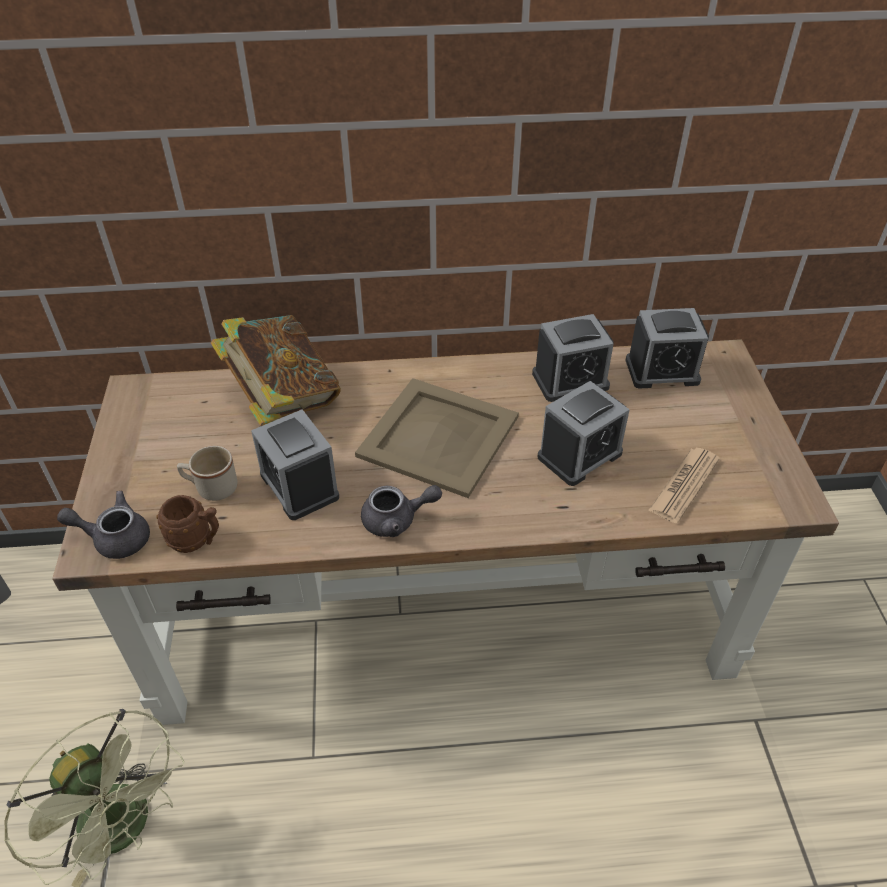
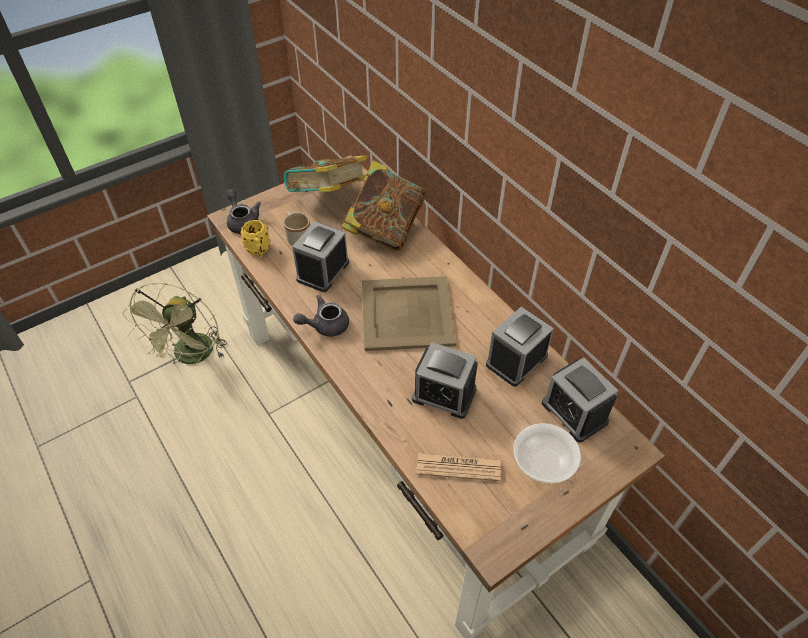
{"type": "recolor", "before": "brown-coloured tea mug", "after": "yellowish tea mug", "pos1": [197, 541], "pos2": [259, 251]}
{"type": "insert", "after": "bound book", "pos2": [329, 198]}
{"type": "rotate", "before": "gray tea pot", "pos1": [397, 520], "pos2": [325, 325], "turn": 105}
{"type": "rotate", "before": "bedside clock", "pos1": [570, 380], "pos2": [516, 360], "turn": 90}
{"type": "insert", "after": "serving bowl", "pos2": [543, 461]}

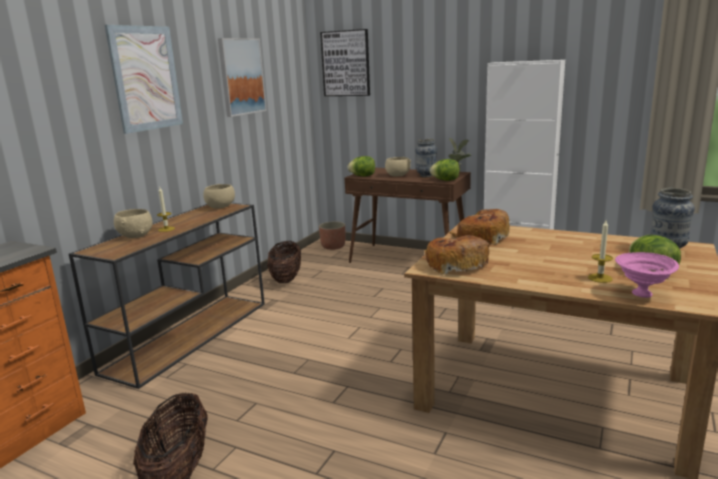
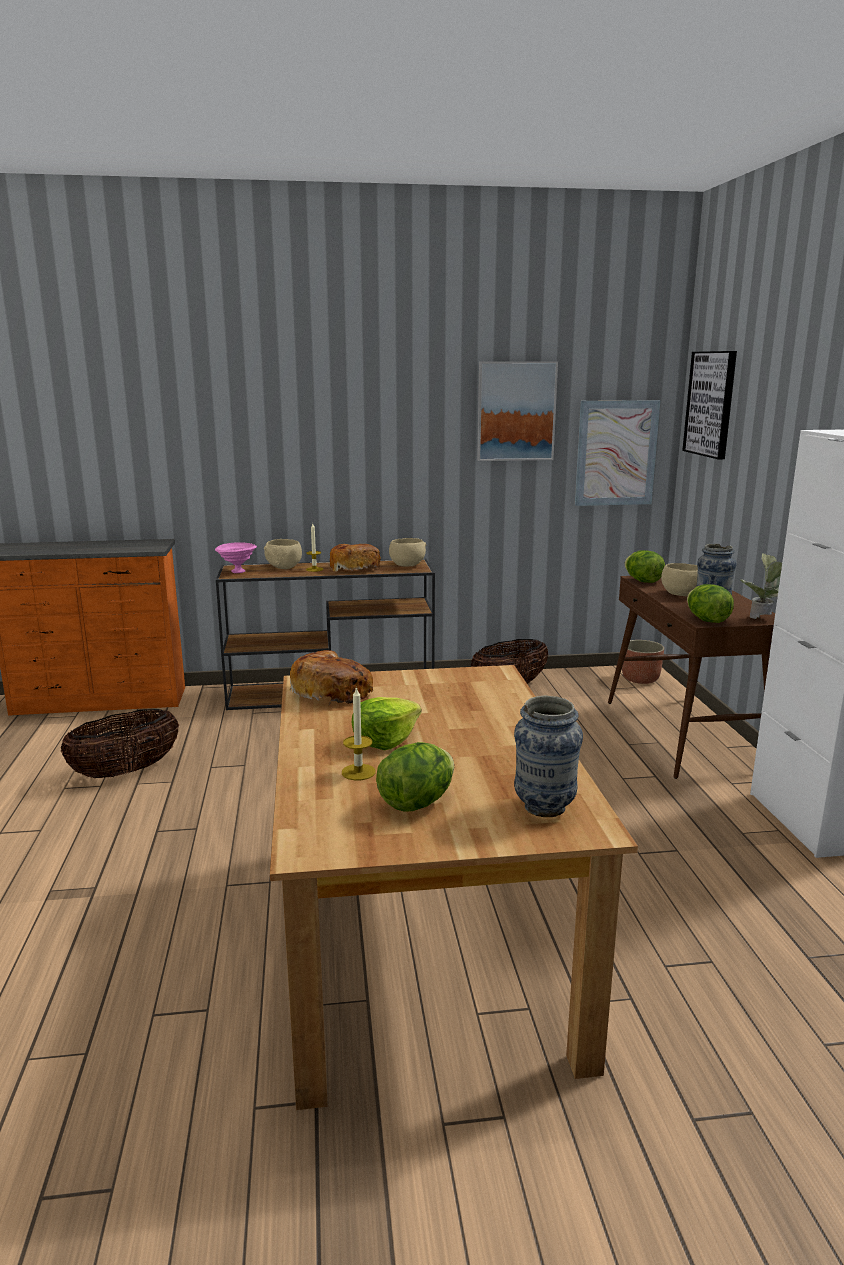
{"type": "move", "before": "pink serving bowl", "pos1": [643, 294], "pos2": [237, 572]}
{"type": "move", "before": "baked bread", "pos1": [481, 237], "pos2": [354, 567]}
{"type": "insert", "after": "lettuce", "pos2": [385, 740]}
{"type": "move", "before": "wall picture", "pos1": [145, 78], "pos2": [616, 453]}

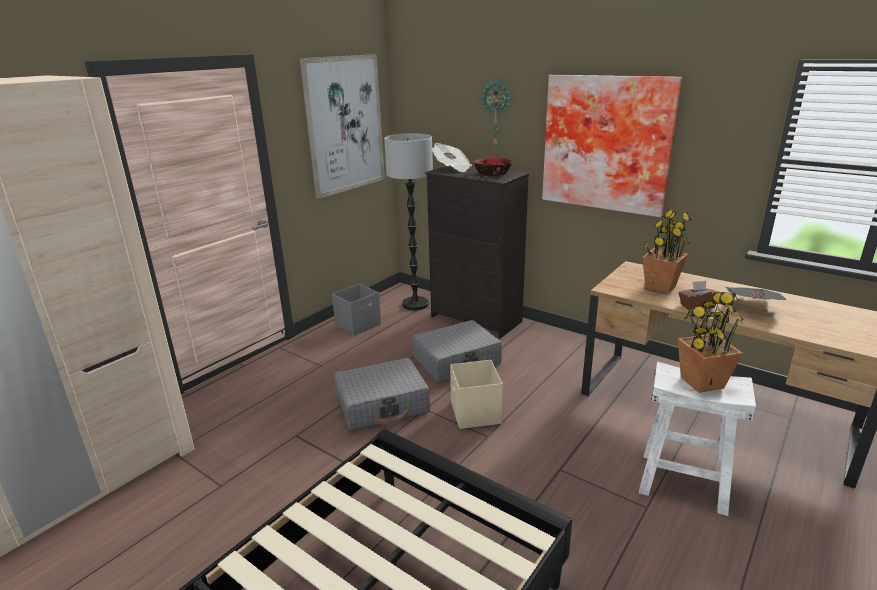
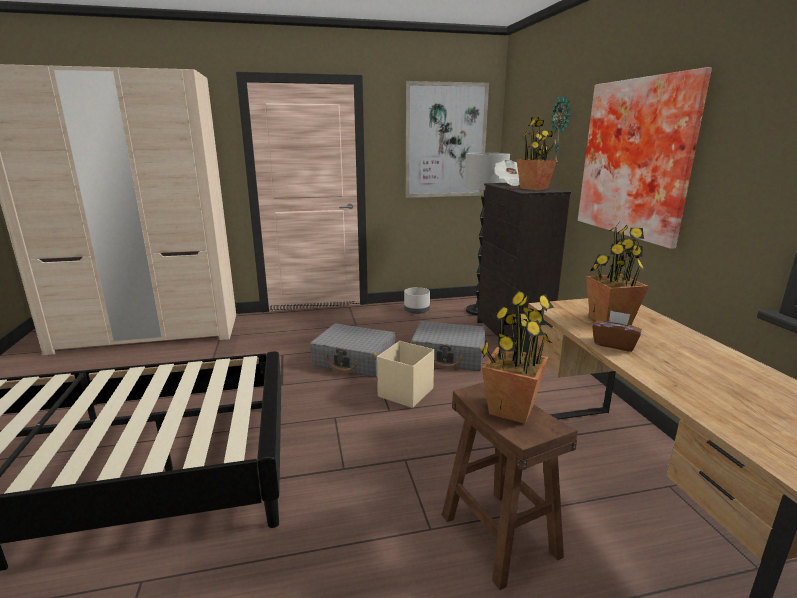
{"type": "replace", "before": "gray storage bin", "after": "gray plant pot", "pos1": [359, 325], "pos2": [417, 310]}
{"type": "recolor", "before": "white sitting stool", "after": "brown-coloured sitting stool", "pos1": [682, 483], "pos2": [498, 535]}
{"type": "replace", "before": "serving bowl", "after": "houseplant", "pos1": [492, 174], "pos2": [534, 188]}
{"type": "delete", "before": "printed paper", "pos1": [752, 307]}

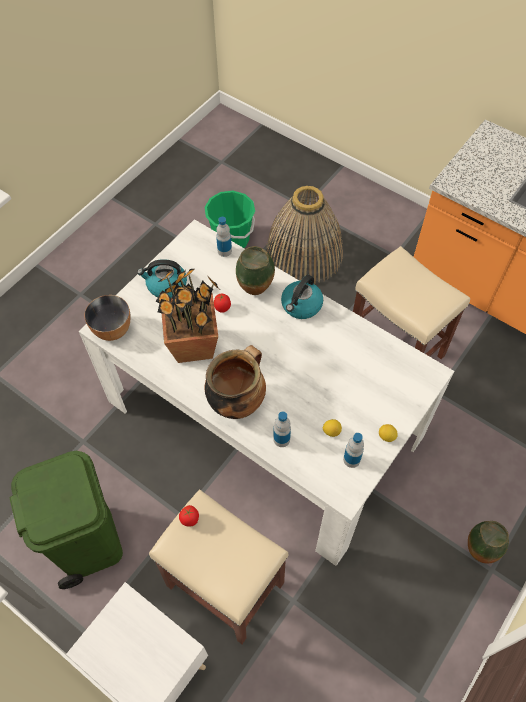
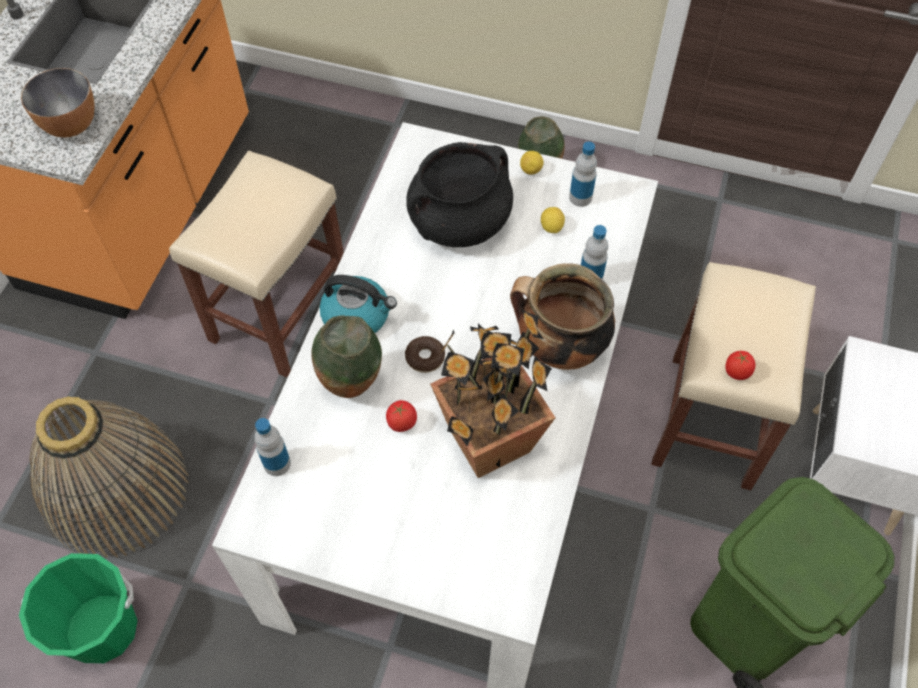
{"type": "move", "before": "serving bowl", "pos1": [112, 330], "pos2": [71, 125]}
{"type": "insert", "after": "donut", "pos2": [425, 358]}
{"type": "insert", "after": "black-coloured stockpot", "pos2": [459, 222]}
{"type": "delete", "before": "kettle", "pos1": [166, 285]}

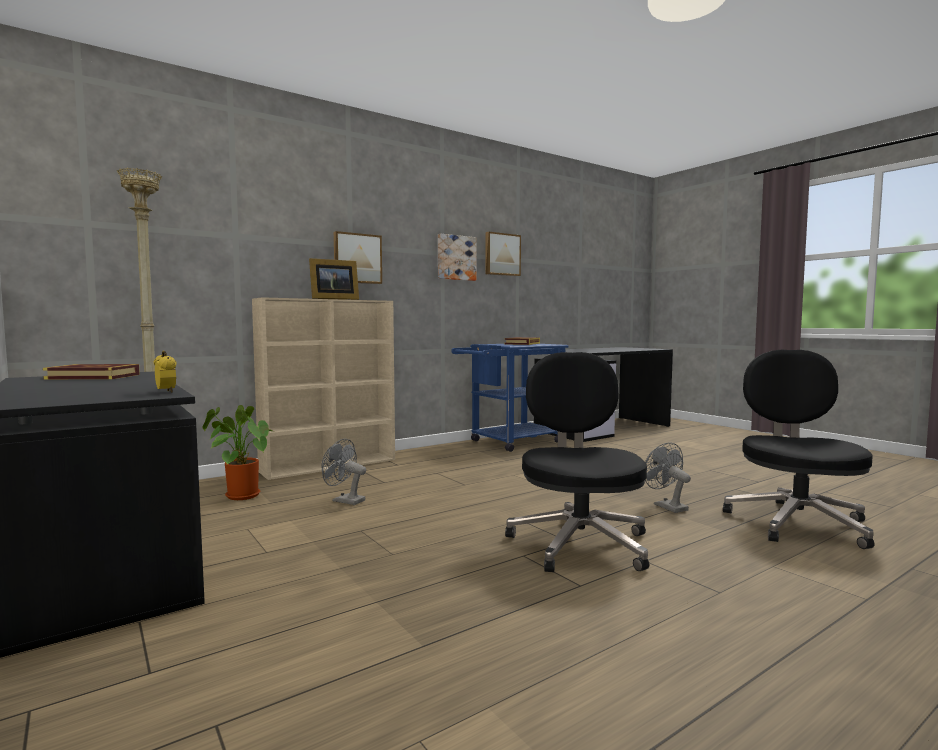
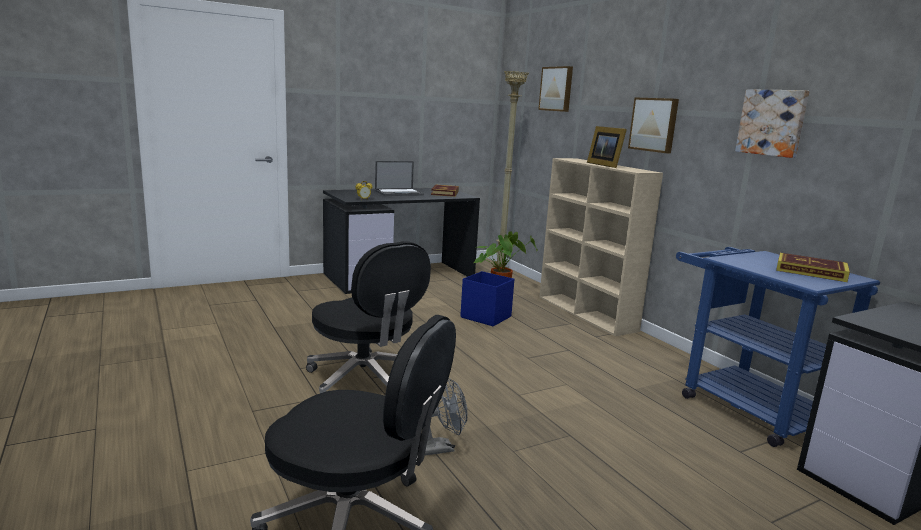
{"type": "rotate", "before": "black-coloured office chair", "pos1": [579, 543], "pos2": [366, 381], "turn": 45}
{"type": "insert", "after": "laptop", "pos2": [399, 193]}
{"type": "replace", "before": "gray cooling fan", "after": "blue storage bin", "pos1": [344, 500], "pos2": [485, 317]}
{"type": "move", "before": "wall picture", "pos1": [501, 254], "pos2": [557, 89]}

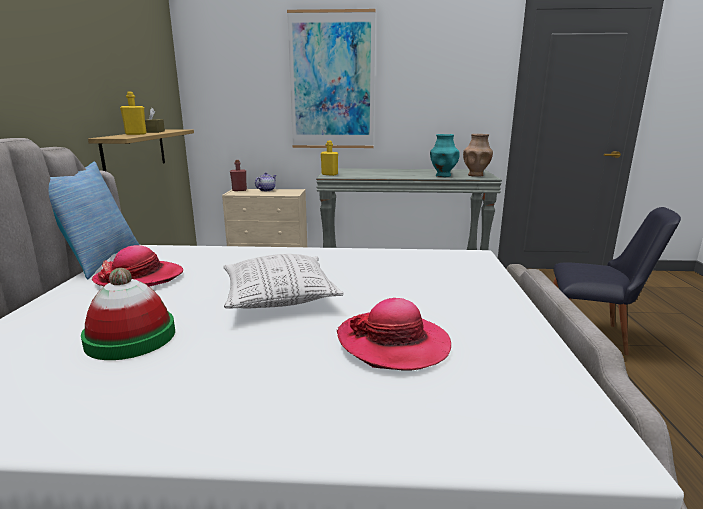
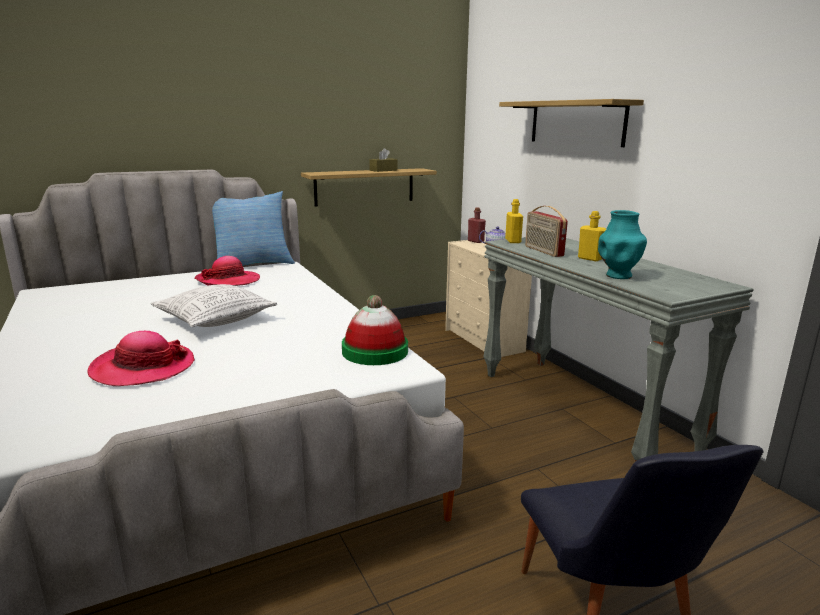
{"type": "move", "before": "wearable hat", "pos1": [131, 337], "pos2": [375, 351]}
{"type": "replace", "before": "wall picture", "after": "shelf", "pos1": [332, 81], "pos2": [576, 122]}
{"type": "insert", "after": "radio receiver", "pos2": [543, 251]}
{"type": "move", "before": "yellowish beverage bottle", "pos1": [136, 134], "pos2": [590, 259]}
{"type": "delete", "before": "brown-coloured decorative vase", "pos1": [476, 175]}

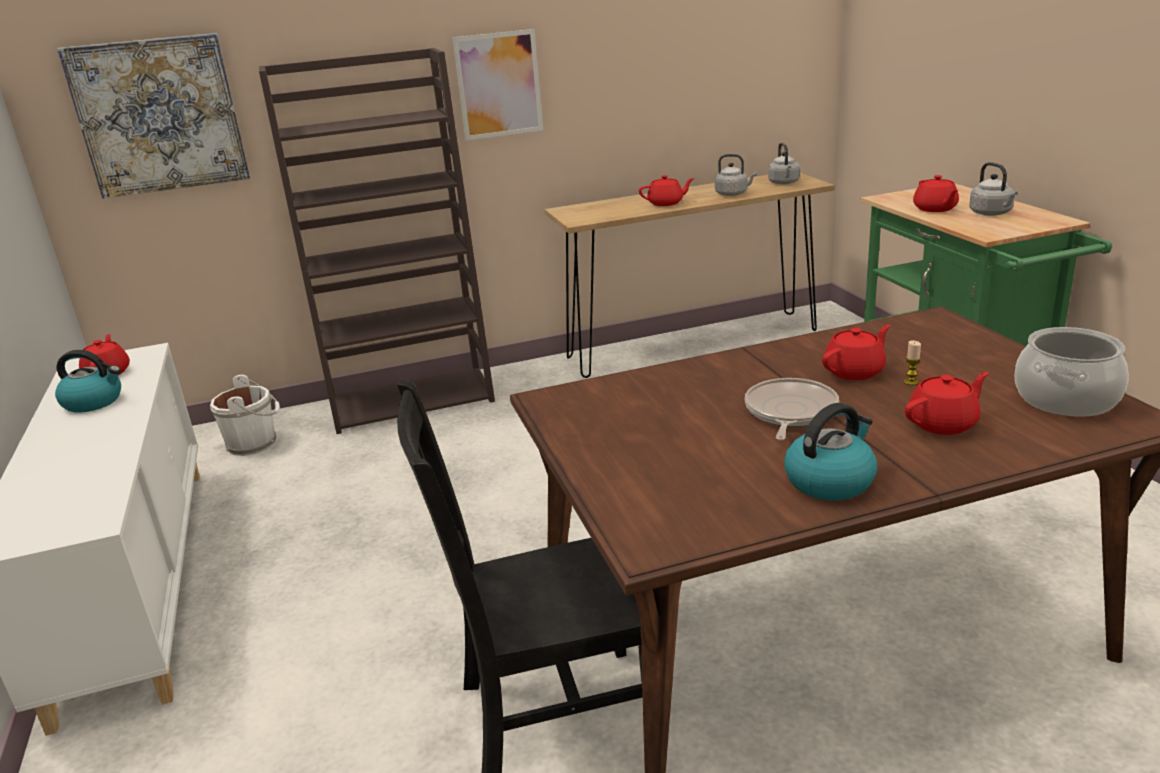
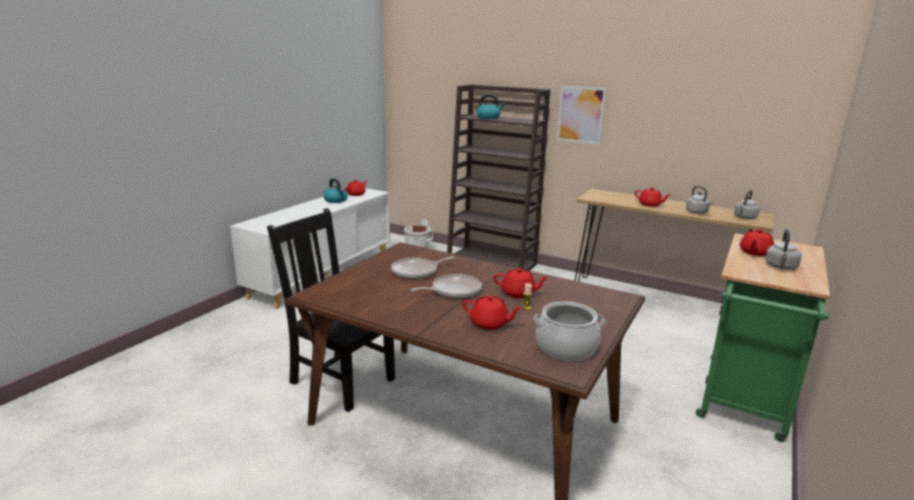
{"type": "insert", "after": "frying pan", "pos2": [417, 272]}
{"type": "move", "before": "kettle", "pos1": [830, 481], "pos2": [489, 117]}
{"type": "delete", "before": "wall picture", "pos1": [159, 115]}

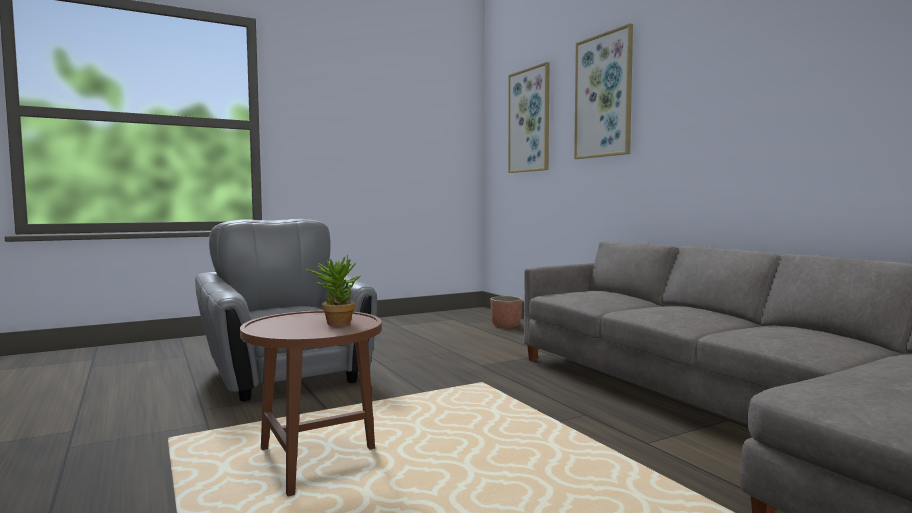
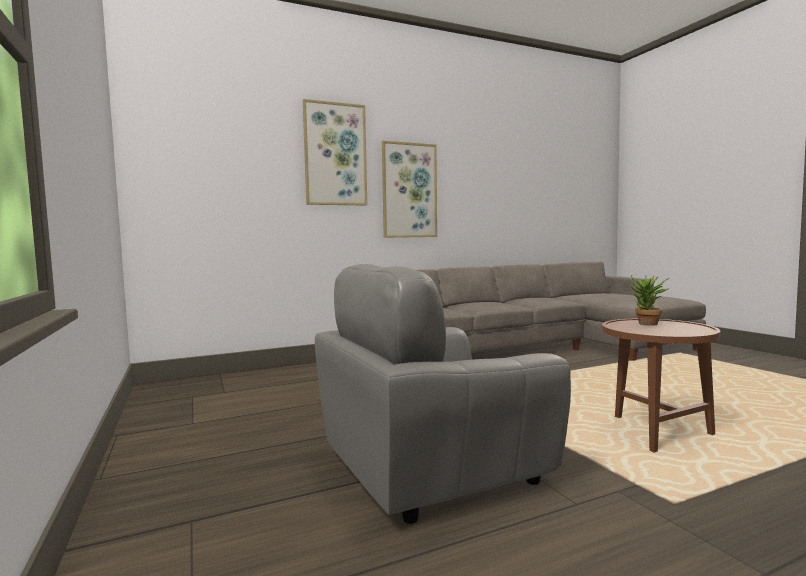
{"type": "move", "before": "wall picture", "pos1": [529, 120], "pos2": [409, 190]}
{"type": "delete", "before": "plant pot", "pos1": [506, 325]}

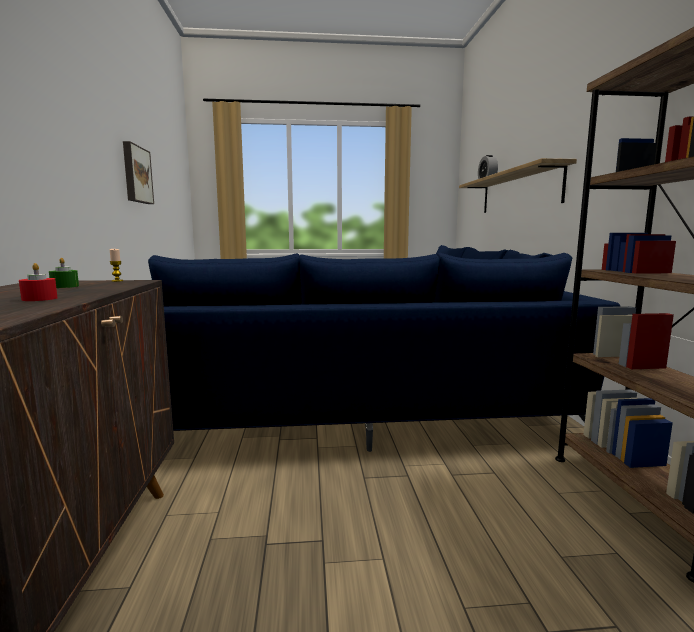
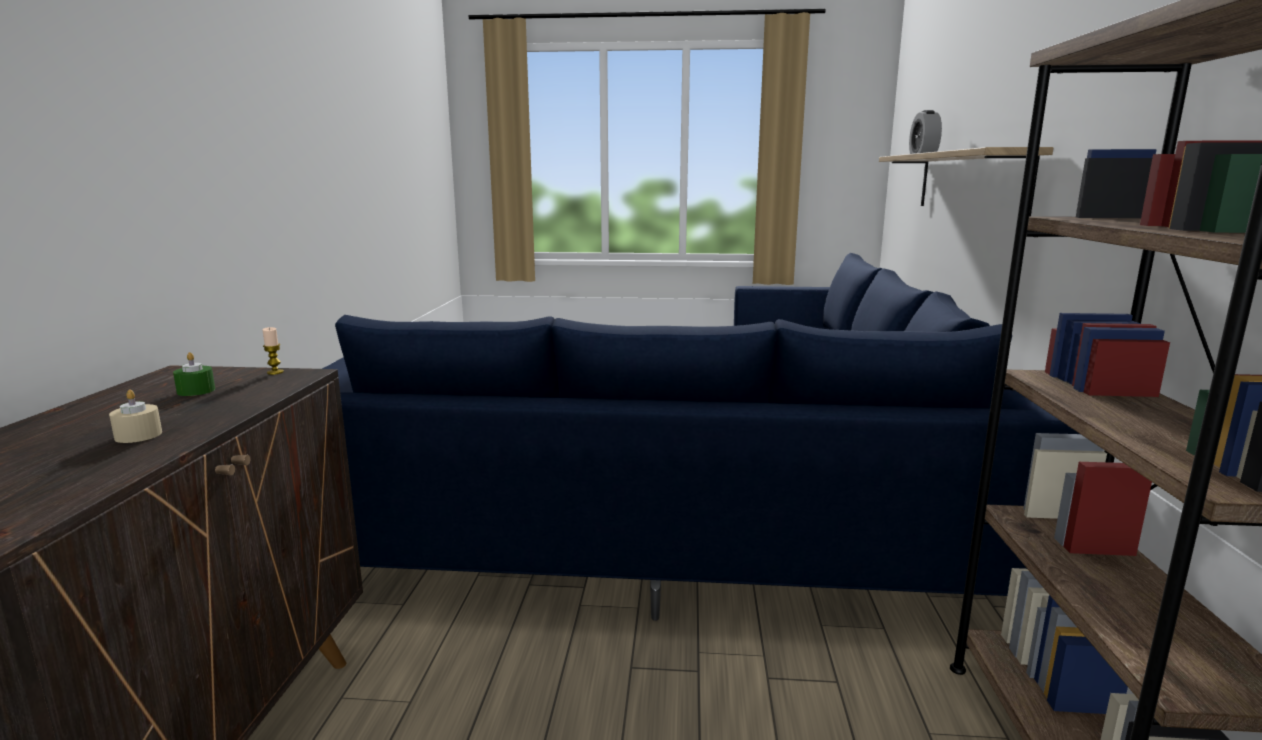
{"type": "recolor", "before": "red candle", "after": "beige candle", "pos1": [39, 299], "pos2": [138, 435]}
{"type": "delete", "before": "wall picture", "pos1": [136, 174]}

